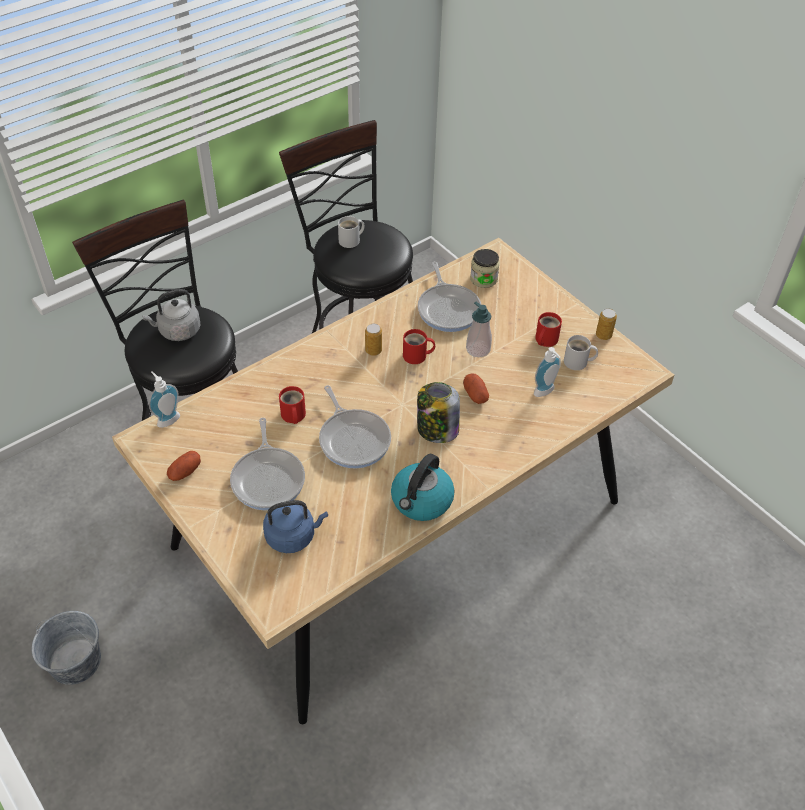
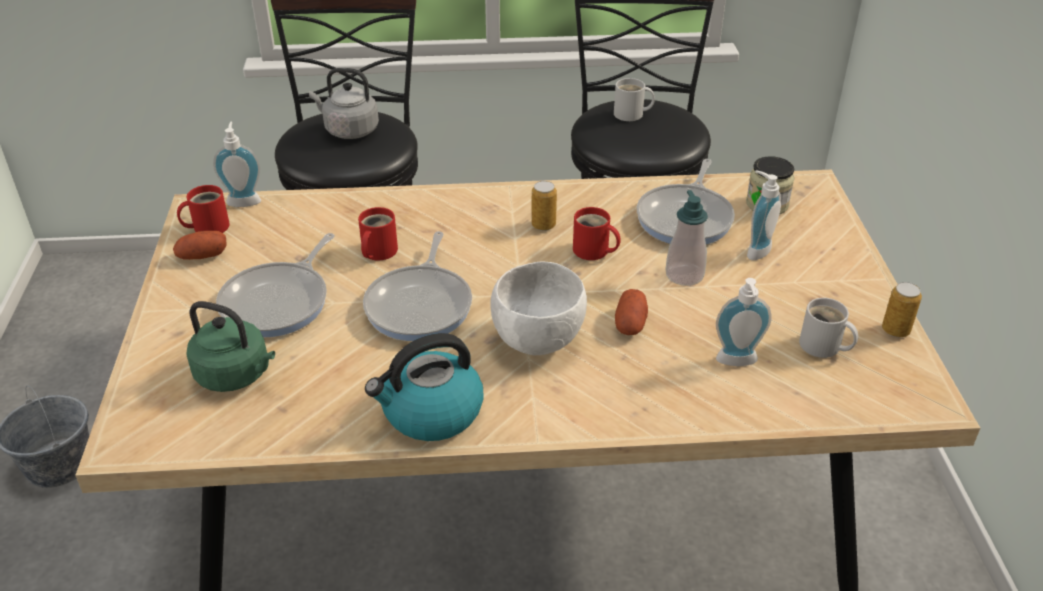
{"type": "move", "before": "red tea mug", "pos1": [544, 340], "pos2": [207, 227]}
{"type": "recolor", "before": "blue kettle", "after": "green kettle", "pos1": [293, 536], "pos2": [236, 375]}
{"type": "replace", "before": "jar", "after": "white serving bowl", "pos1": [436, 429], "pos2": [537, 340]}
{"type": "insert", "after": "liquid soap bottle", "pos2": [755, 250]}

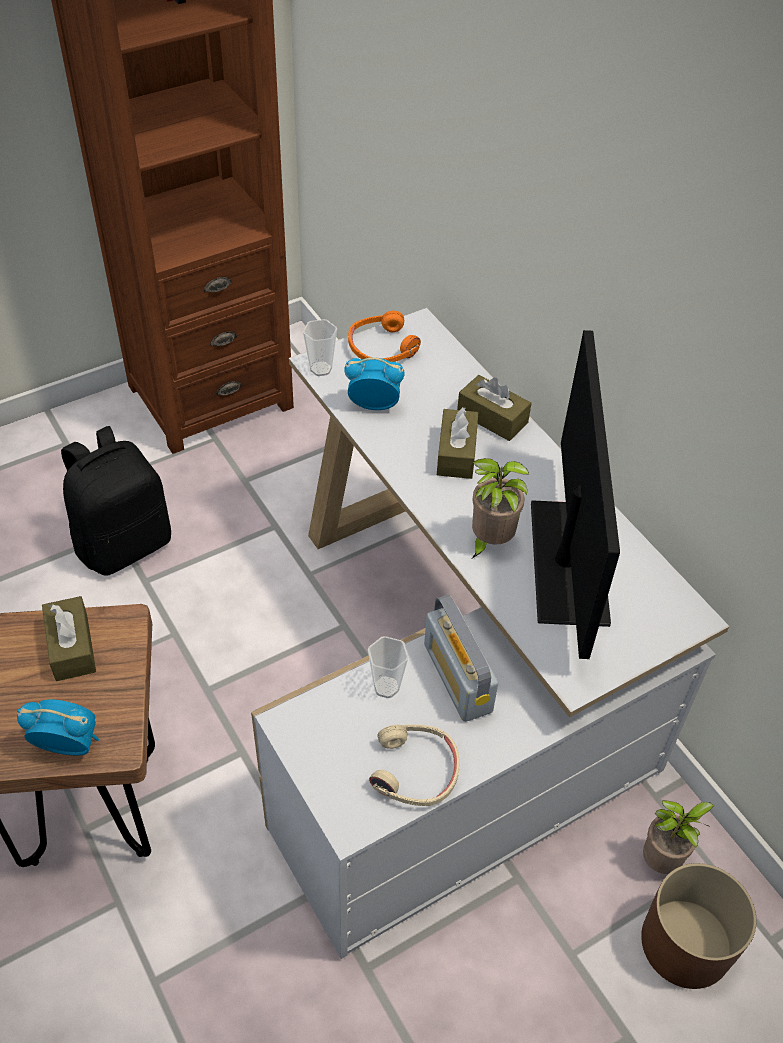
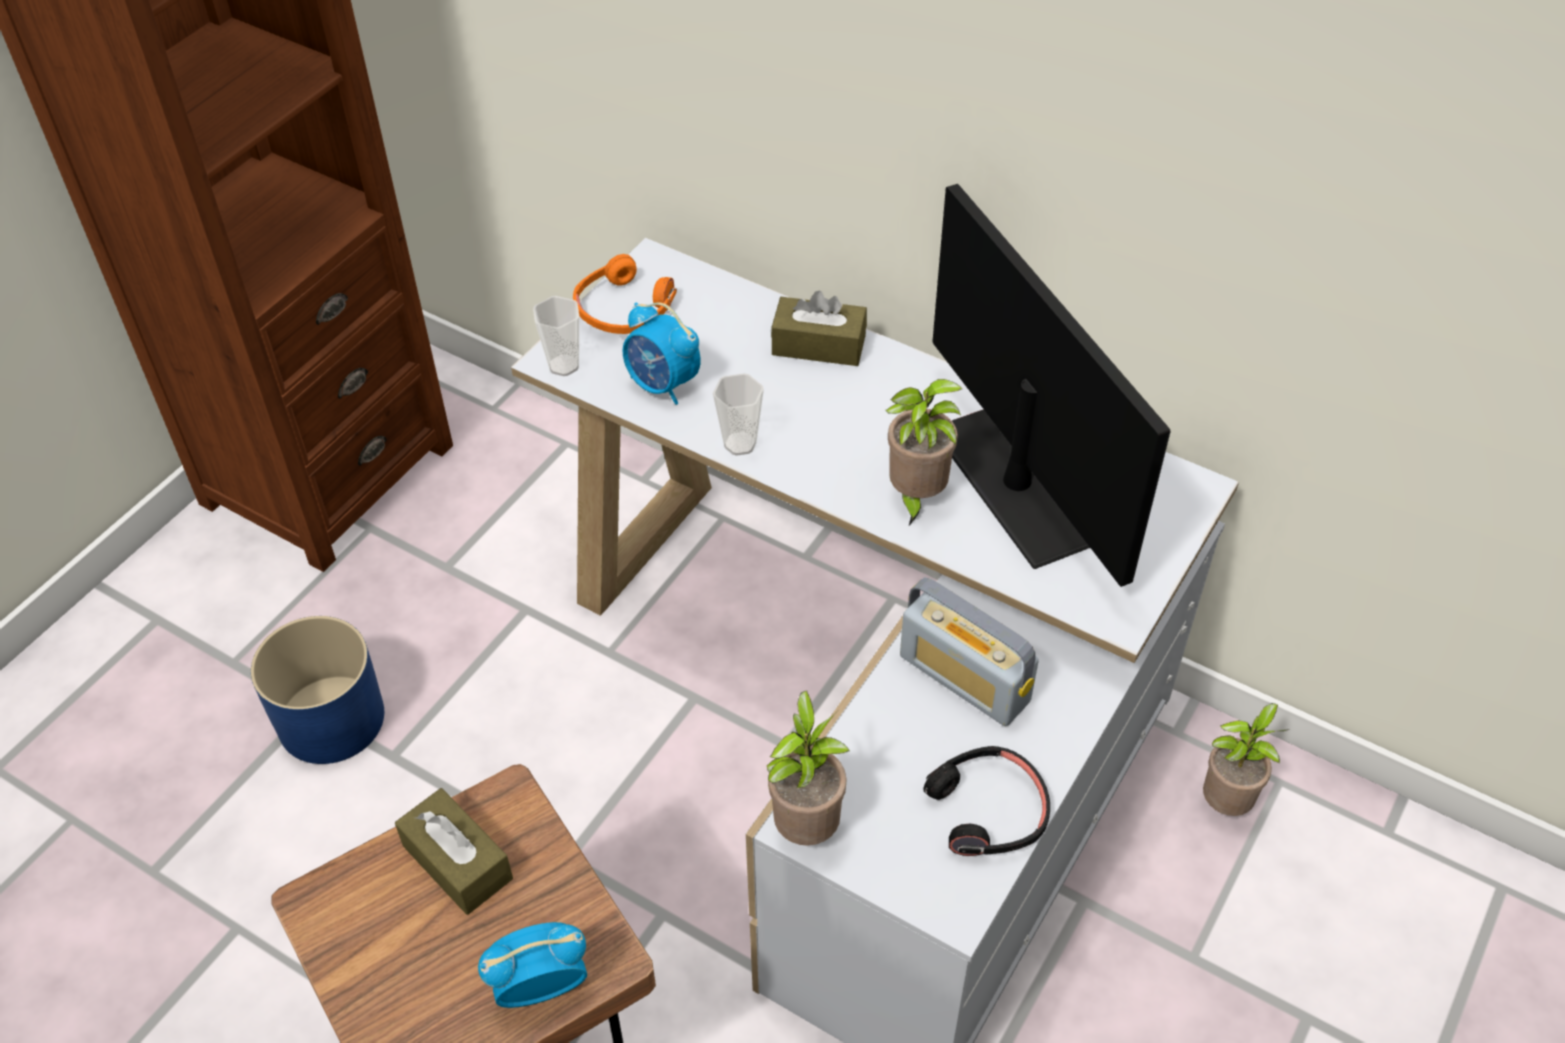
{"type": "replace", "before": "black-coloured backpack", "after": "blue plant pot", "pos1": [124, 543], "pos2": [331, 719]}
{"type": "rotate", "before": "bedside clock", "pos1": [374, 404], "pos2": [663, 385], "turn": -120}
{"type": "move", "before": "small cup", "pos1": [386, 687], "pos2": [740, 444]}
{"type": "insert", "after": "houseplant", "pos2": [807, 826]}
{"type": "recolor", "before": "beige headphones", "after": "black-coloured headphones", "pos1": [415, 771], "pos2": [988, 810]}
{"type": "delete", "before": "brown-coloured tissue box", "pos1": [456, 453]}
{"type": "delete", "before": "brown-coloured plant pot", "pos1": [686, 942]}

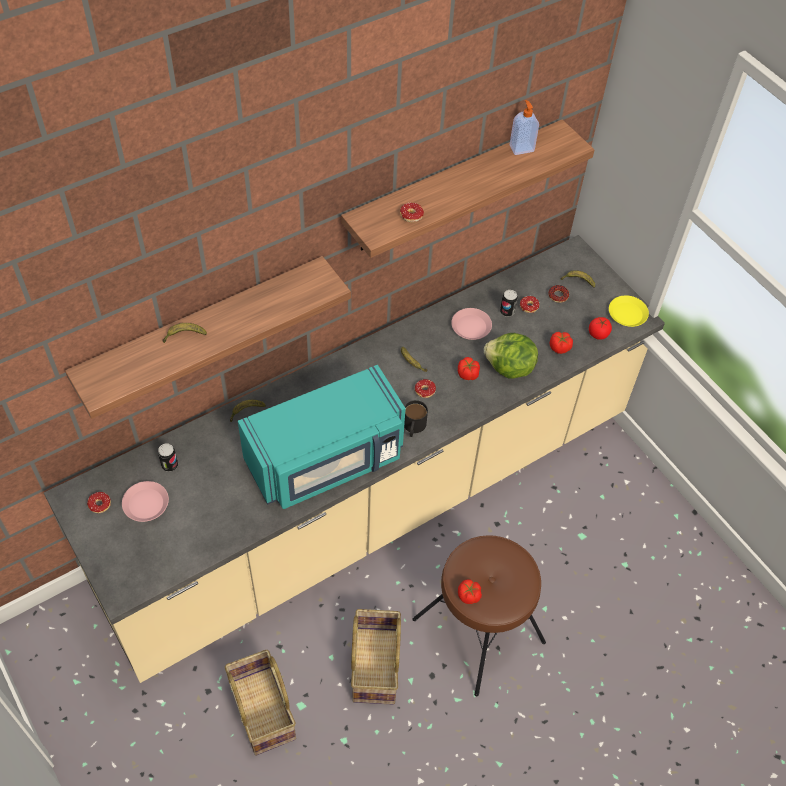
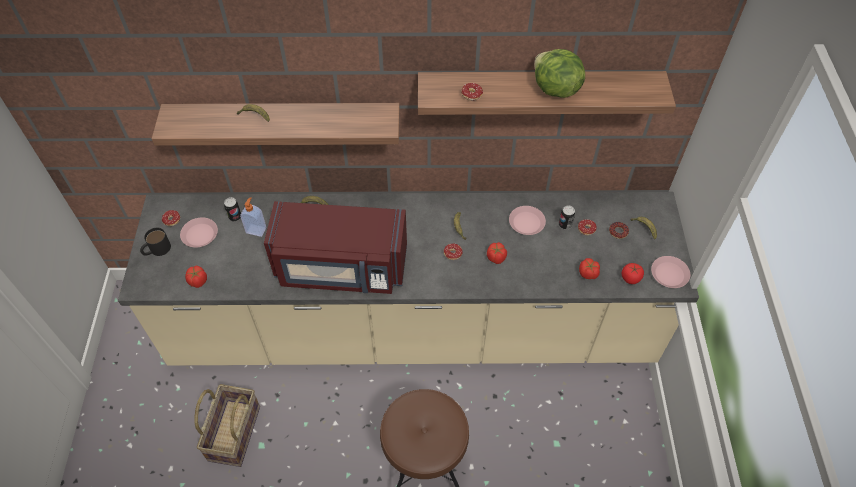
{"type": "move", "before": "black-coloured tea mug", "pos1": [413, 427], "pos2": [156, 250]}
{"type": "move", "before": "whole tomato", "pos1": [469, 596], "pos2": [198, 281]}
{"type": "move", "before": "liquid soap bottle", "pos1": [521, 148], "pos2": [256, 229]}
{"type": "recolor", "before": "turquoise kitchen microwave", "after": "red kitchen microwave", "pos1": [326, 460], "pos2": [341, 268]}
{"type": "move", "before": "lettuce", "pos1": [509, 368], "pos2": [554, 89]}
{"type": "recolor", "before": "yellowish plate", "after": "pink plate", "pos1": [627, 314], "pos2": [669, 274]}
{"type": "delete", "before": "storage basket", "pos1": [374, 665]}

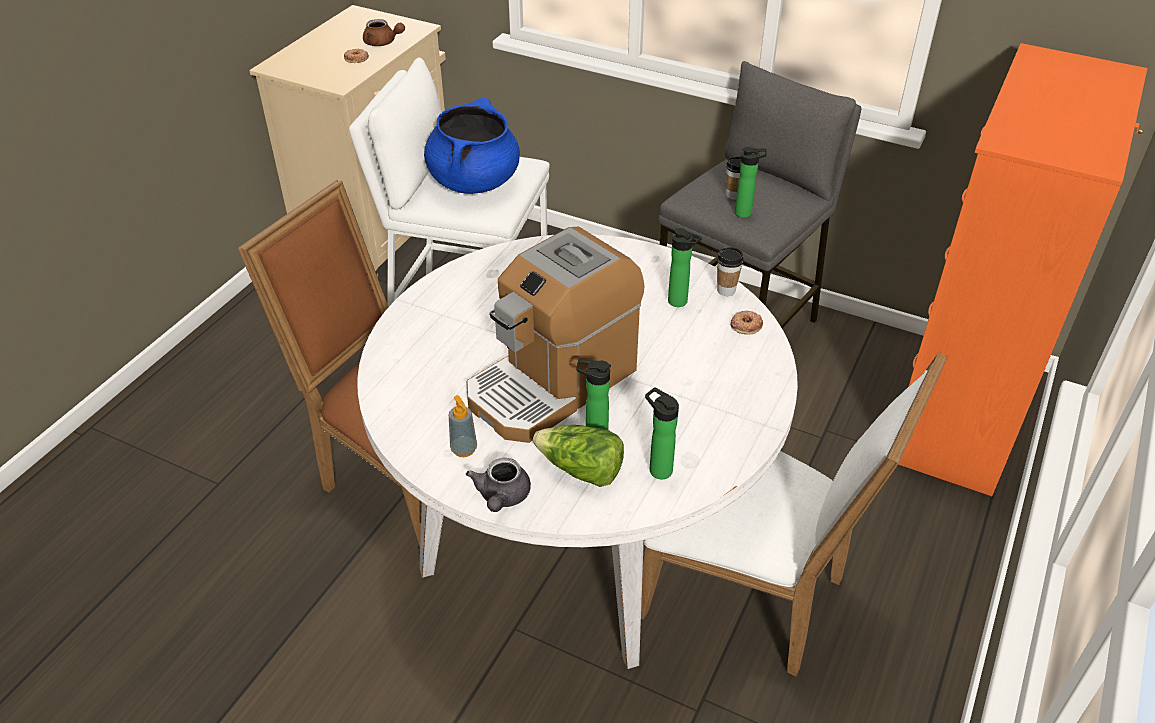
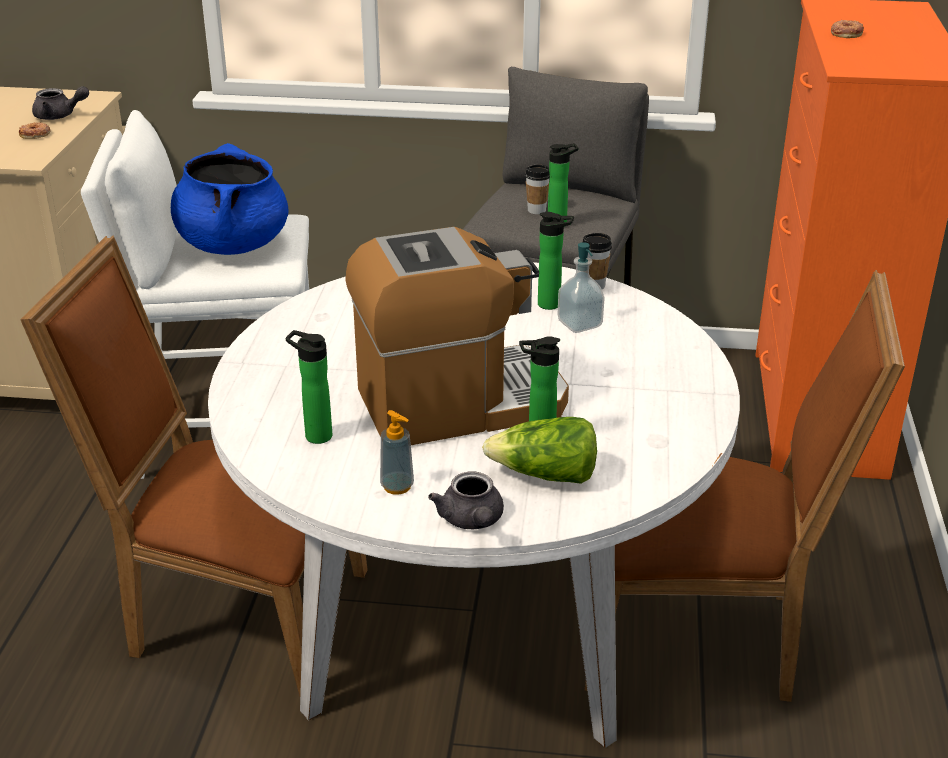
{"type": "recolor", "before": "brown-coloured tea pot", "after": "gray tea pot", "pos1": [383, 43], "pos2": [59, 116]}
{"type": "move", "before": "beverage bottle", "pos1": [657, 469], "pos2": [314, 435]}
{"type": "rotate", "before": "coffee machine", "pos1": [552, 383], "pos2": [459, 403], "turn": -135}
{"type": "insert", "after": "liquid soap bottle", "pos2": [579, 324]}
{"type": "recolor", "before": "white plain chair", "after": "brown-coloured plain chair", "pos1": [754, 596], "pos2": [705, 635]}
{"type": "move", "before": "donut", "pos1": [746, 325], "pos2": [846, 33]}

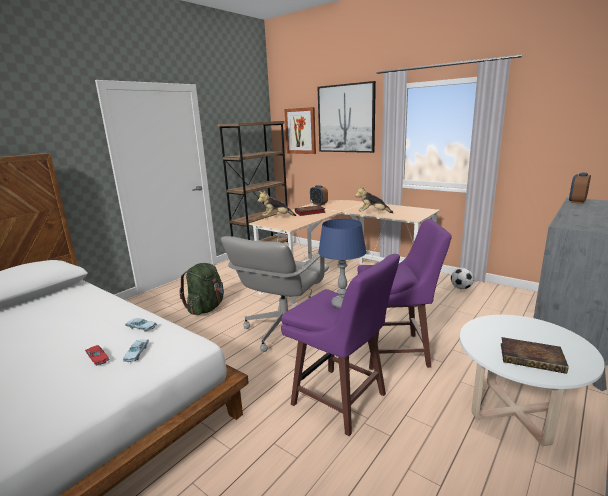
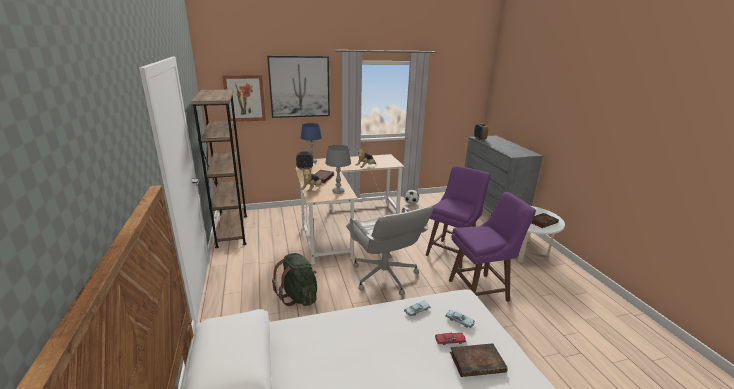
{"type": "move", "before": "blue table lamp", "pos1": [342, 304], "pos2": [312, 162]}
{"type": "insert", "after": "gray table lamp", "pos2": [338, 191]}
{"type": "insert", "after": "bound book", "pos2": [478, 362]}

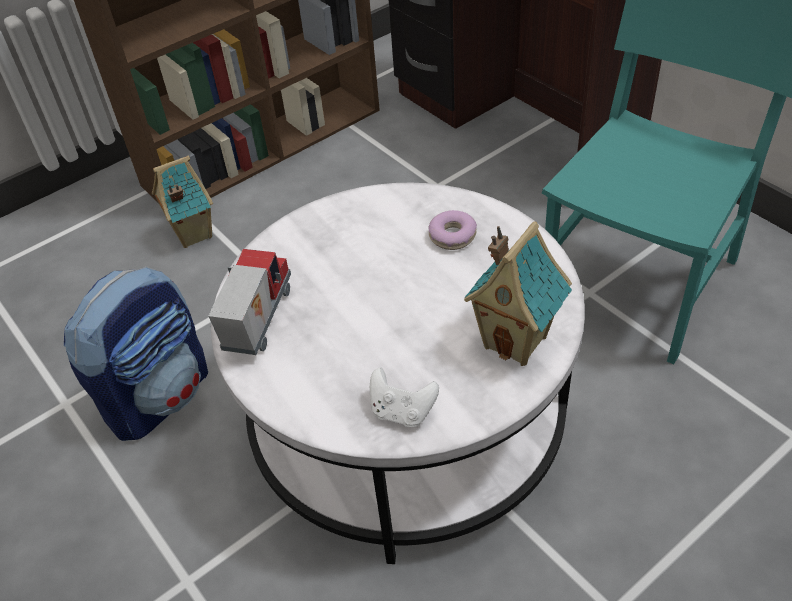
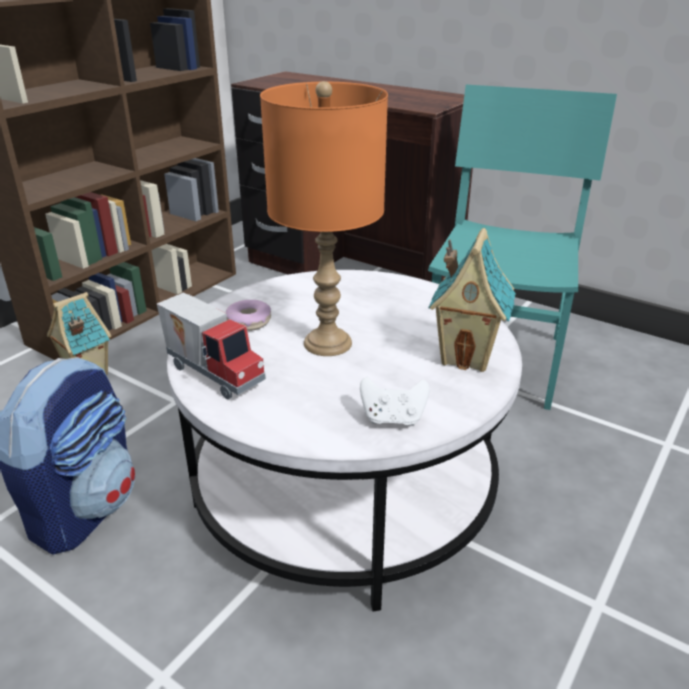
{"type": "rotate", "before": "toy truck", "pos1": [256, 320], "pos2": [216, 373], "turn": 135}
{"type": "move", "before": "donut", "pos1": [452, 236], "pos2": [249, 321]}
{"type": "insert", "after": "orangey table lamp", "pos2": [327, 343]}

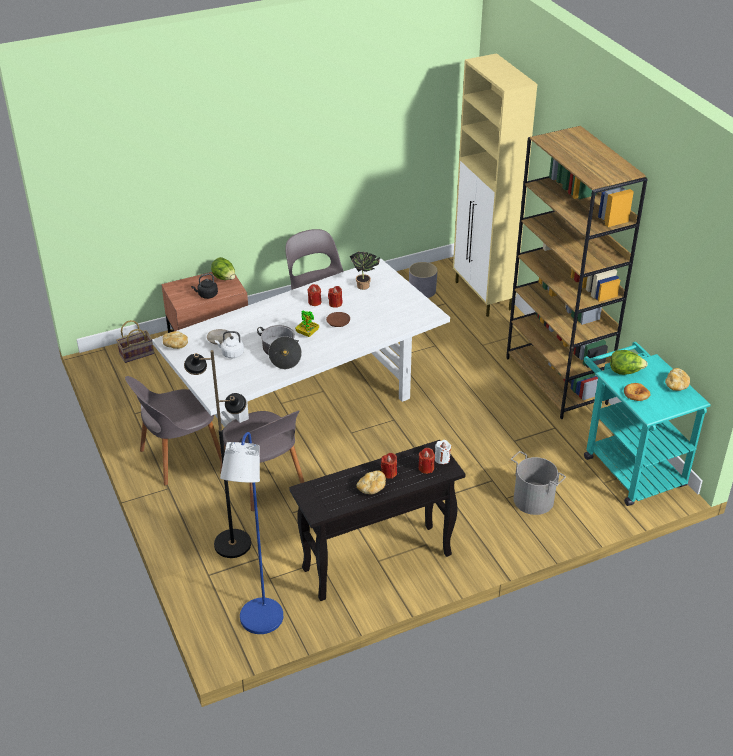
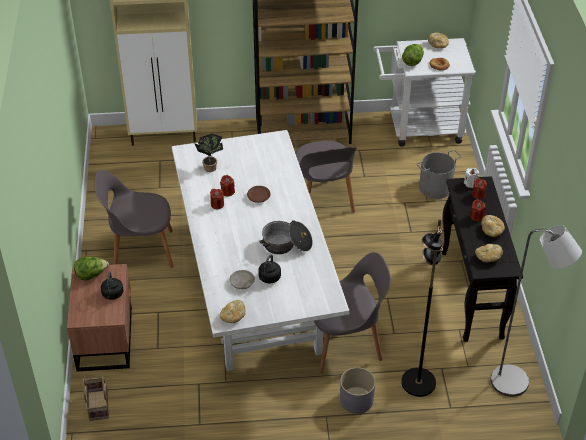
{"type": "recolor", "before": "white kettle", "after": "black-coloured kettle", "pos1": [231, 354], "pos2": [269, 278]}
{"type": "move", "before": "gray plain chair", "pos1": [179, 457], "pos2": [323, 199]}
{"type": "move", "before": "gray plant pot", "pos1": [422, 291], "pos2": [356, 400]}
{"type": "recolor", "before": "turquoise wheeled cart", "after": "white wheeled cart", "pos1": [628, 465], "pos2": [418, 128]}
{"type": "insert", "after": "baked bread", "pos2": [488, 257]}
{"type": "recolor", "before": "blue standing lamp", "after": "gray standing lamp", "pos1": [259, 624], "pos2": [516, 384]}
{"type": "delete", "before": "houseplant", "pos1": [307, 333]}

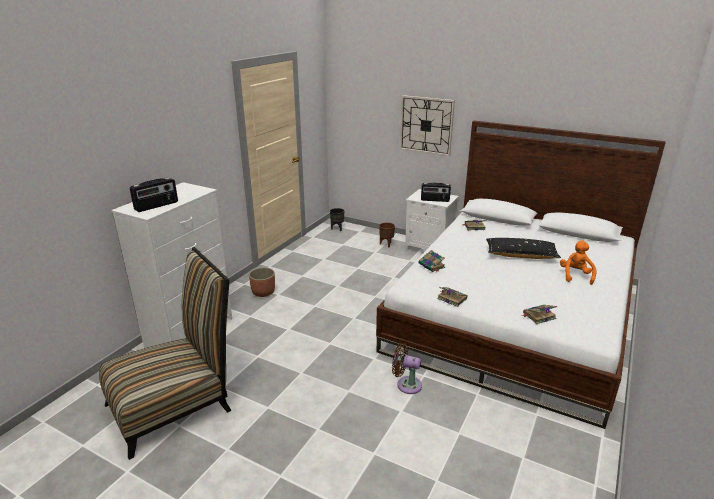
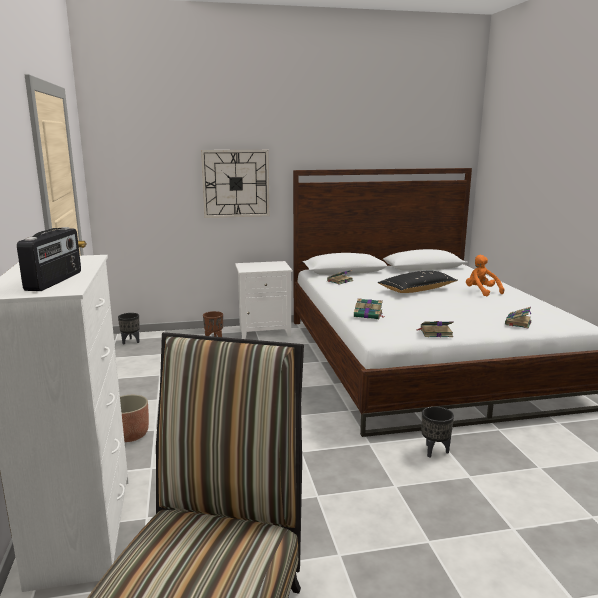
{"type": "replace", "before": "brown-coloured cooling fan", "after": "black-coloured plant pot", "pos1": [406, 384], "pos2": [435, 451]}
{"type": "delete", "before": "radio receiver", "pos1": [435, 200]}

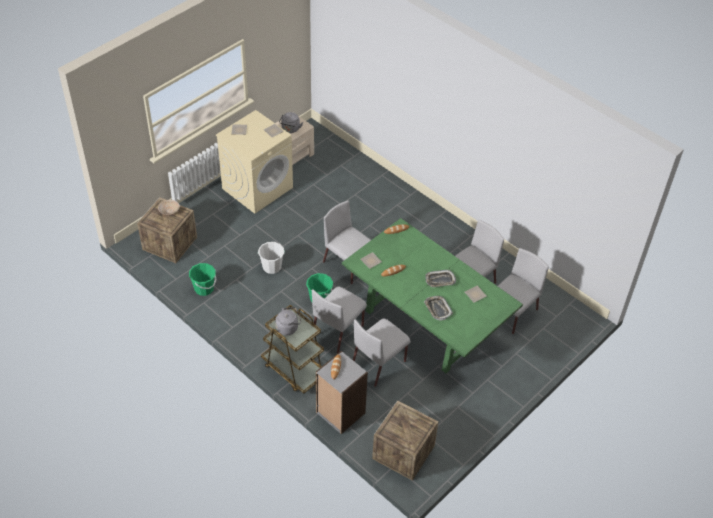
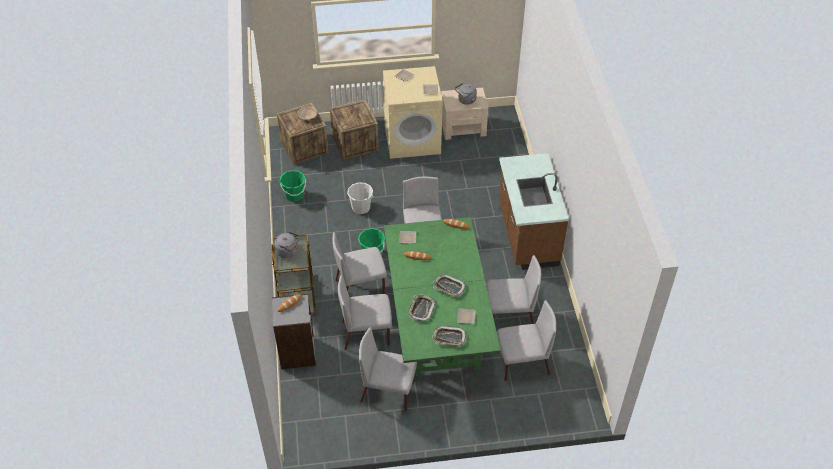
{"type": "move", "before": "packing crate", "pos1": [403, 452], "pos2": [355, 143]}
{"type": "insert", "after": "gray plain chair", "pos2": [388, 391]}
{"type": "insert", "after": "serving tray", "pos2": [449, 338]}
{"type": "insert", "after": "brown-coloured counter", "pos2": [526, 235]}

